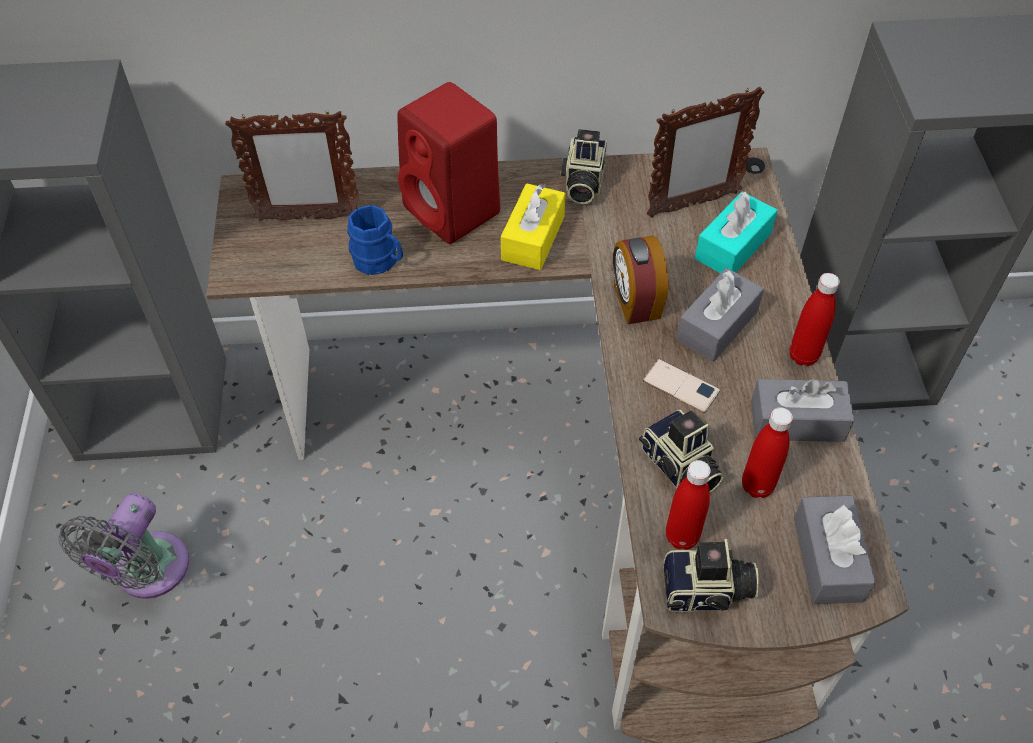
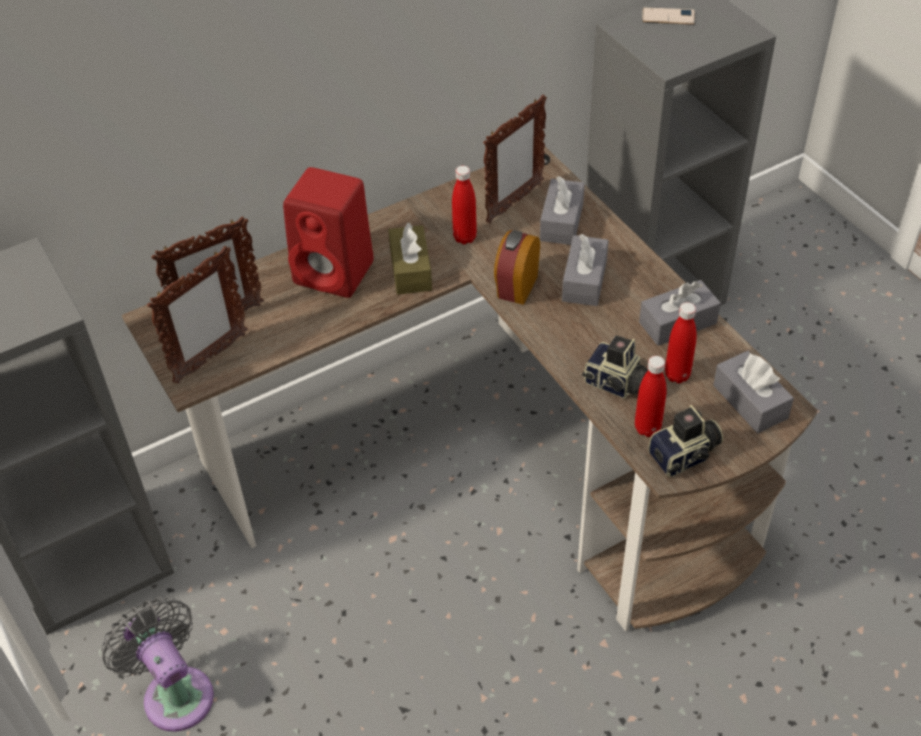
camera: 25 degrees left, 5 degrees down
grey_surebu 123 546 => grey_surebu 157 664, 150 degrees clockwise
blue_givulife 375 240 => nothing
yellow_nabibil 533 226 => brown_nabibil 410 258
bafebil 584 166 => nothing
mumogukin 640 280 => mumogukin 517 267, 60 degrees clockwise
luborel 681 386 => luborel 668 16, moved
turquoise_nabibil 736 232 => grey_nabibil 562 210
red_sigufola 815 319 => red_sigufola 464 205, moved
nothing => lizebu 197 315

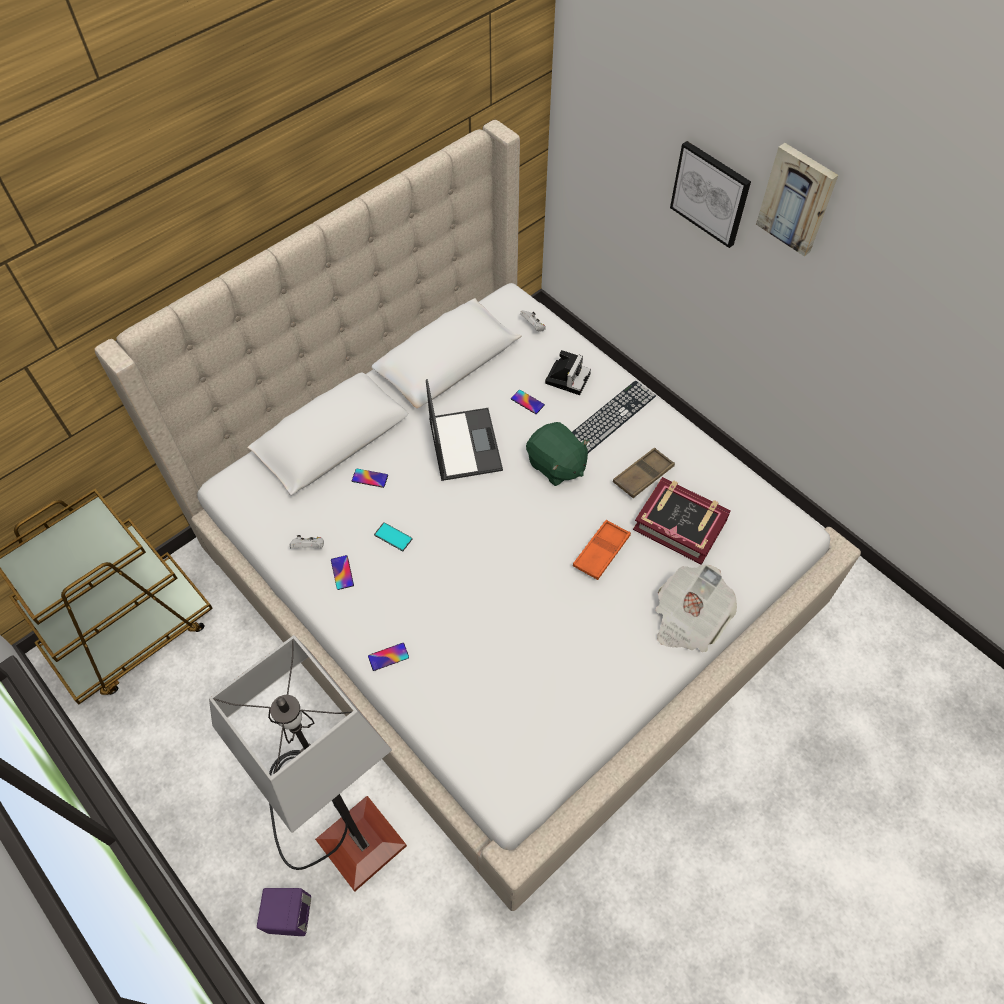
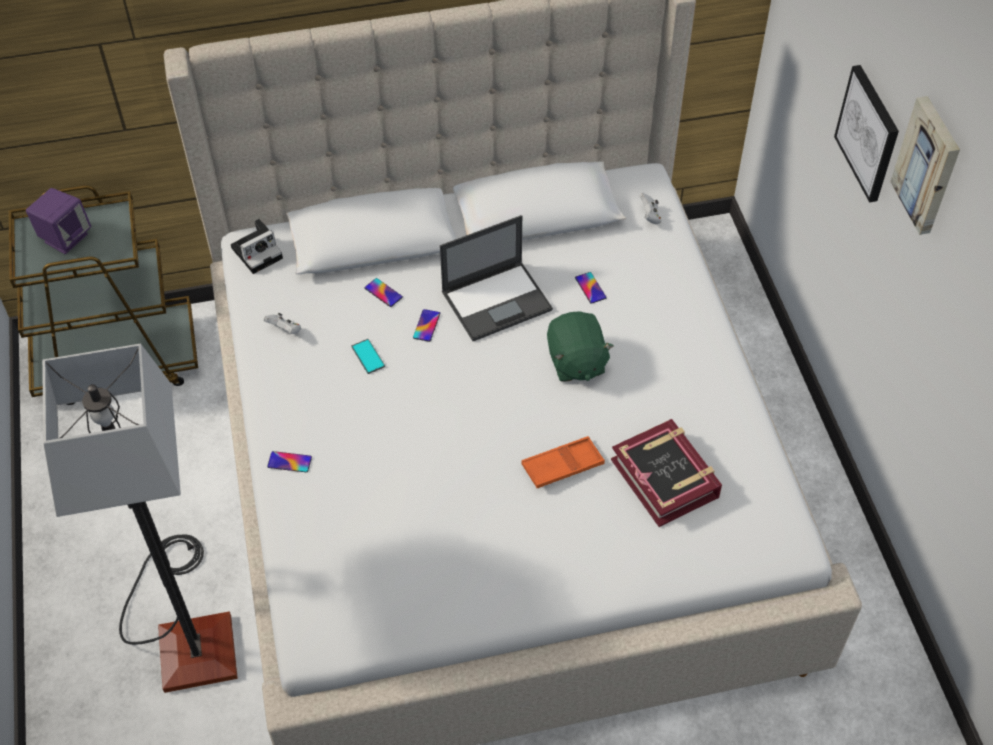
camera: 30 degrees right, 5 degrees down
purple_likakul 284 912 => purple_likakul 58 221, moved
luborel 342 572 => luborel 426 325, moved
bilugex 464 430 => bilugex 496 278, 45 degrees clockwise
bafebil 568 372 => bafebil 257 246, moved
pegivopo 614 416 => nothing
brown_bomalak 644 473 => nothing
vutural 696 608 => nothing

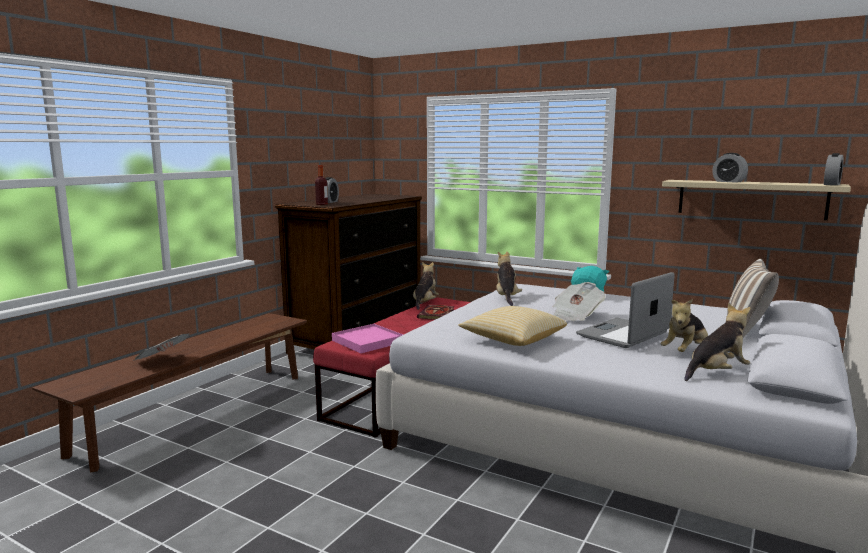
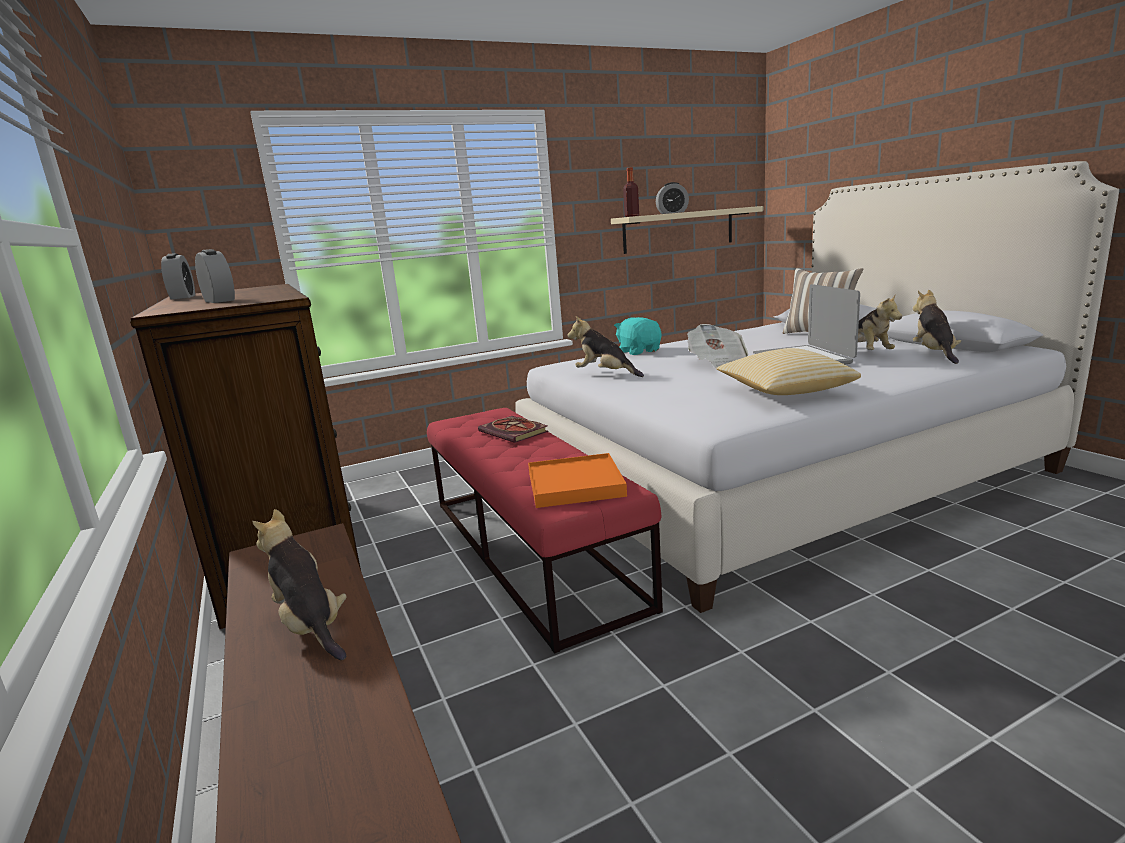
camera: 55 degrees left, 5 degrees up
vutural 162 346 => nothing
sigufola 321 185 => sigufola 631 192, moved
pink_bomalak 367 338 => orange_bomalak 577 480
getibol 426 286 => getibol 299 584, moved
mumogukin 833 169 => mumogukin 178 276, moved

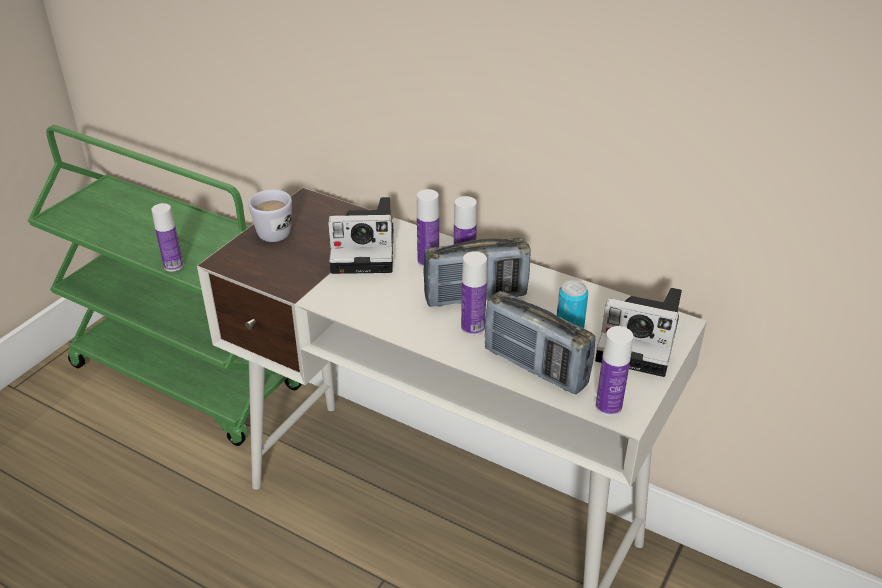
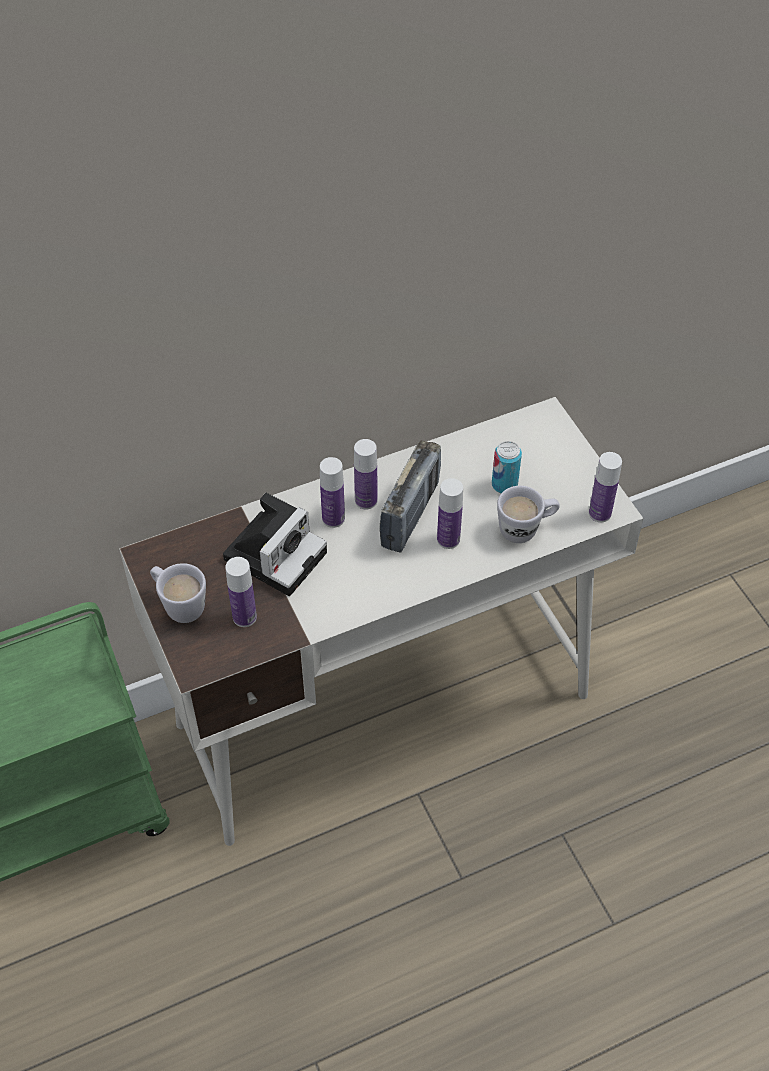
camera: 55 degrees left, 15 degrees up
sigufola 167 237 => sigufola 241 592, moved
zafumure 540 342 => white_givulife 528 514
bafebil 638 332 => nothing

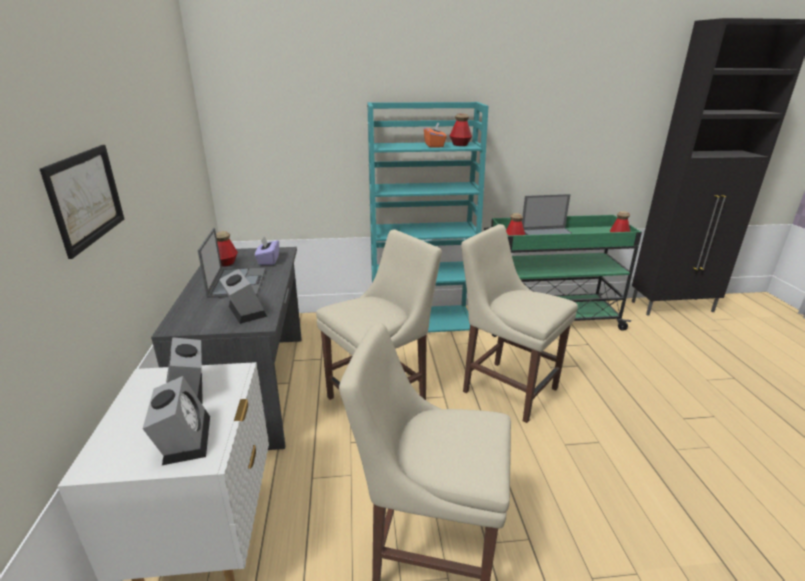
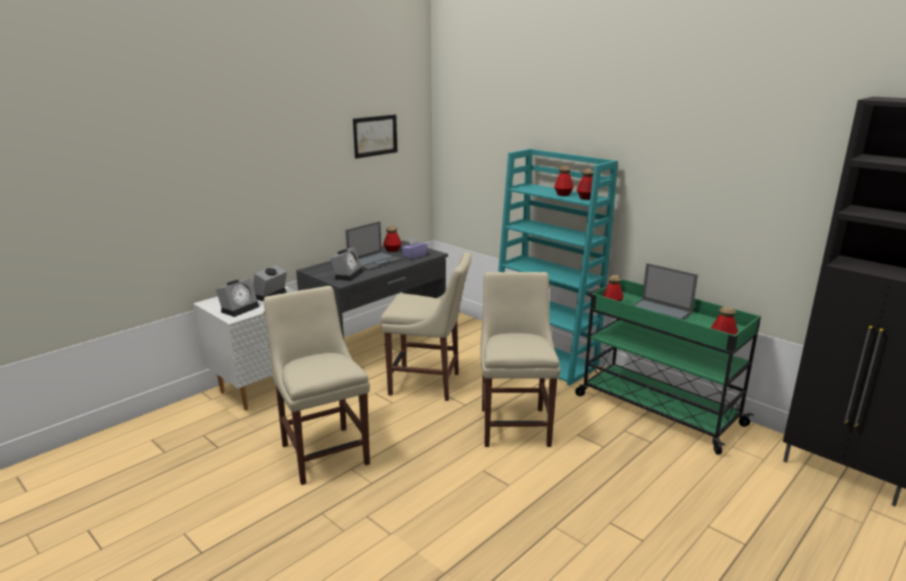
camera: 50 degrees right, 5 degrees down
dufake 82 202 => dufake 375 136, moved
orange_nabibil 435 135 => sigufola 564 181

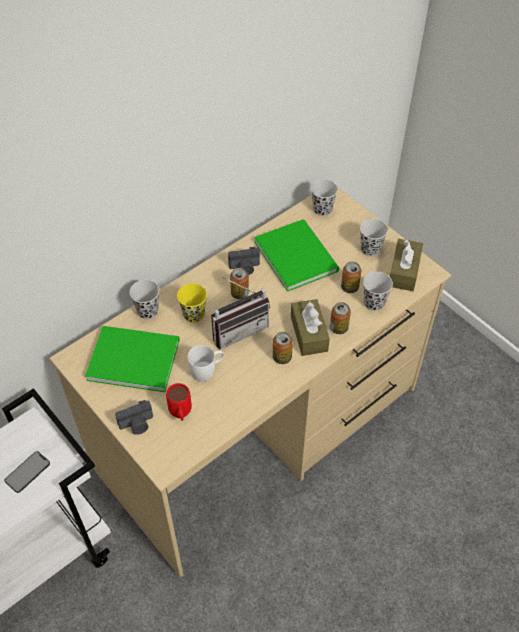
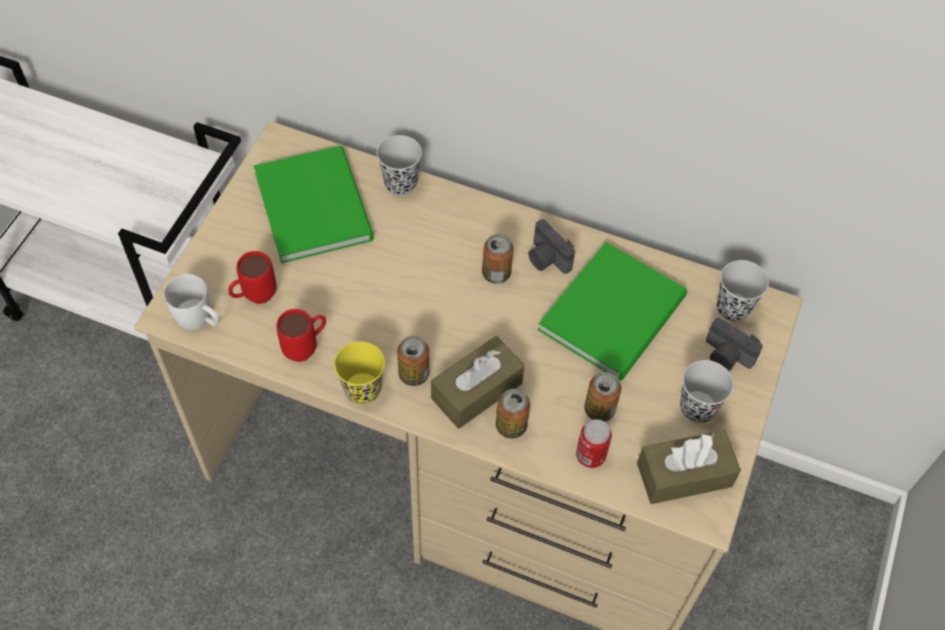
camera: 60 degrees right, 5 degrees up
luborel 27 472 => nothing
bafebil 134 417 => bafebil 734 344, moved
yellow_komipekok 192 303 => yellow_komipekok 359 373, moved
white_givulife 206 363 => white_givulife 192 302, moved
zafumure 240 313 => nothing
black_komipekok 378 291 => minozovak 594 443
nothing => red_givulife 301 335

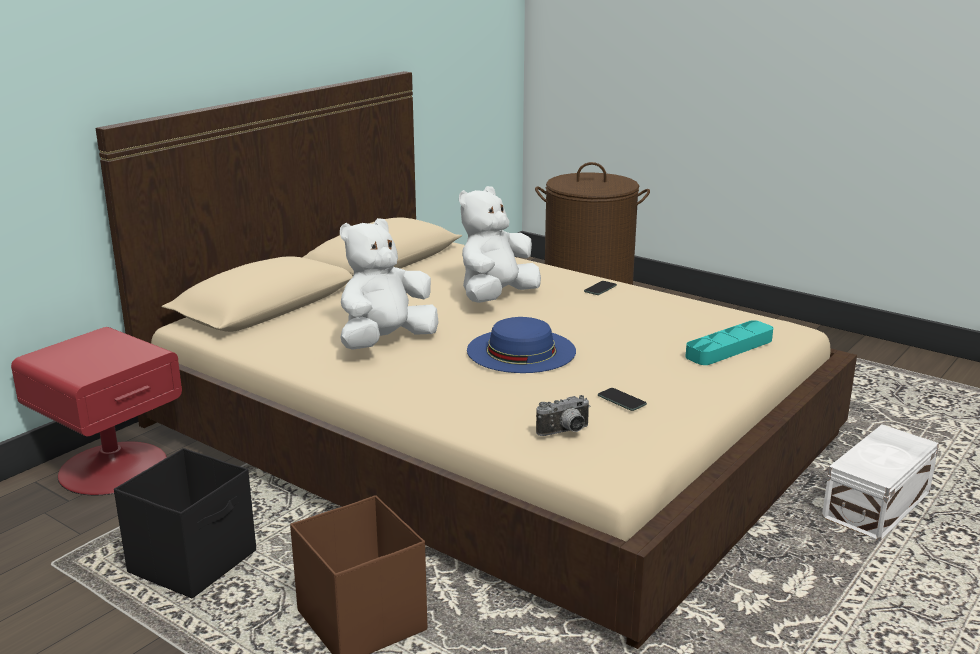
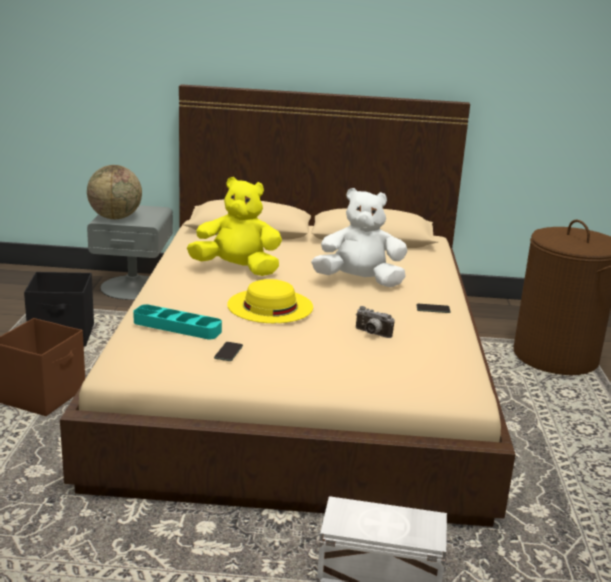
camera: 55 degrees right, 0 degrees up
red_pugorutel 96 411 => grey_pugorutel 130 252
white_getibol 389 284 => yellow_getibol 234 226
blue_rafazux 521 345 => yellow_rafazux 270 301
bafebil 563 415 => bafebil 375 322, moved
turquoise_bomalak 729 342 => turquoise_bomalak 177 322, moved
nothing => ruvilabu 114 192

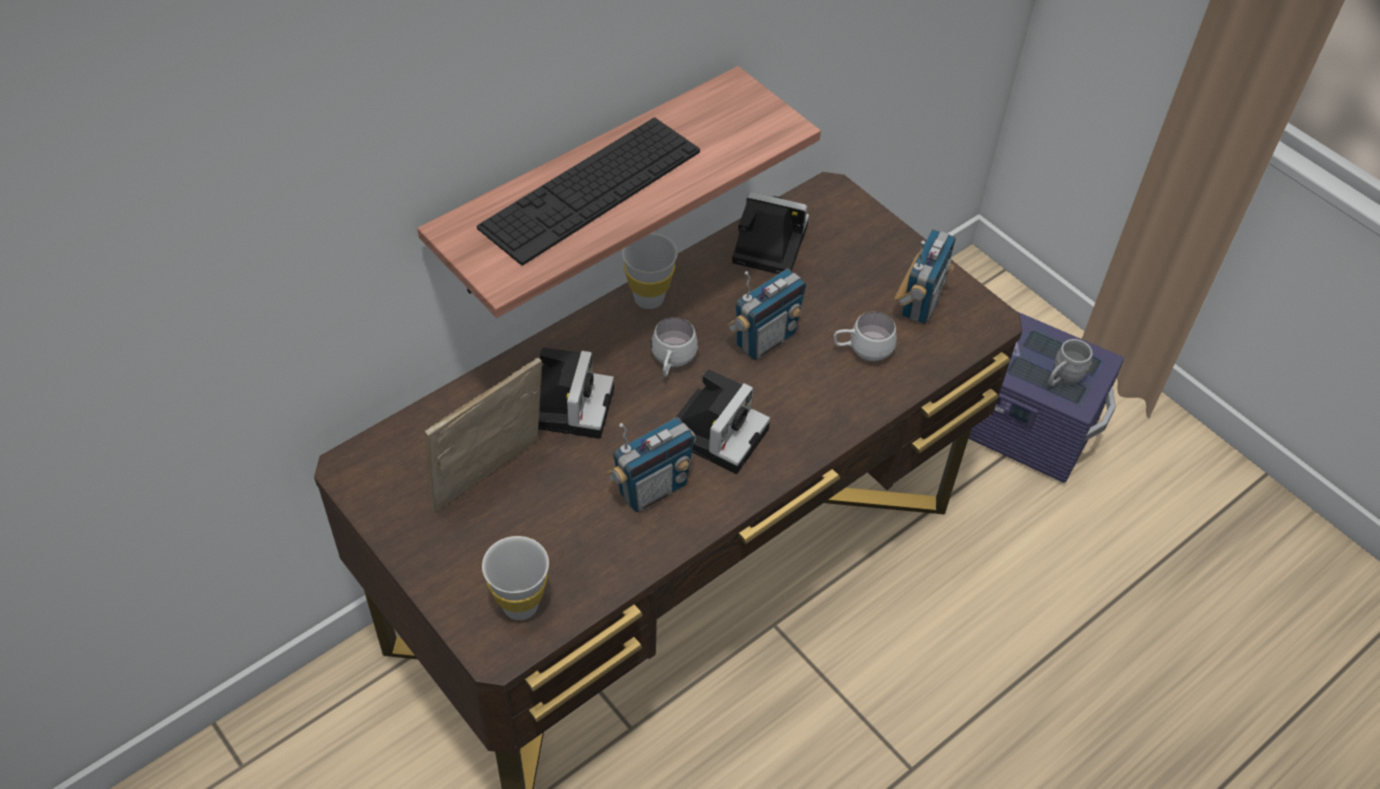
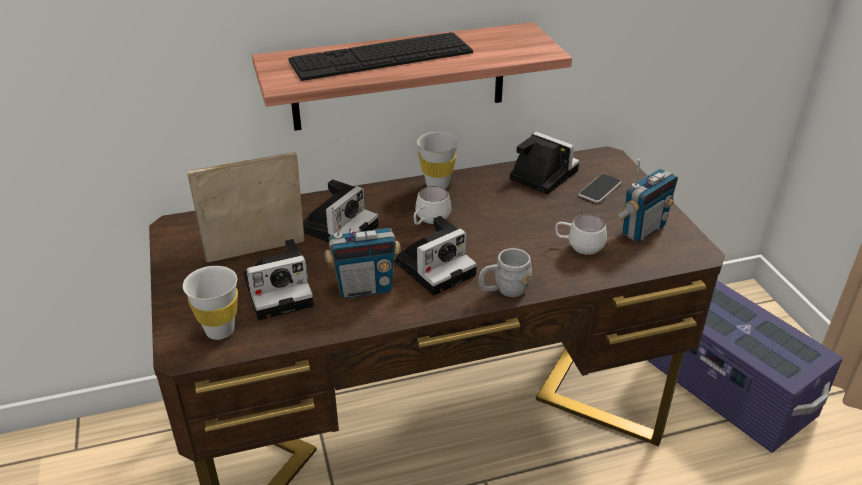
camera: 25 degrees right, 15 degrees down
zafumure 766 314 => nothing
grey_givulife 1070 362 => grey_givulife 505 272, moved
nothing => bafebil 278 279
nothing => luborel 600 188

